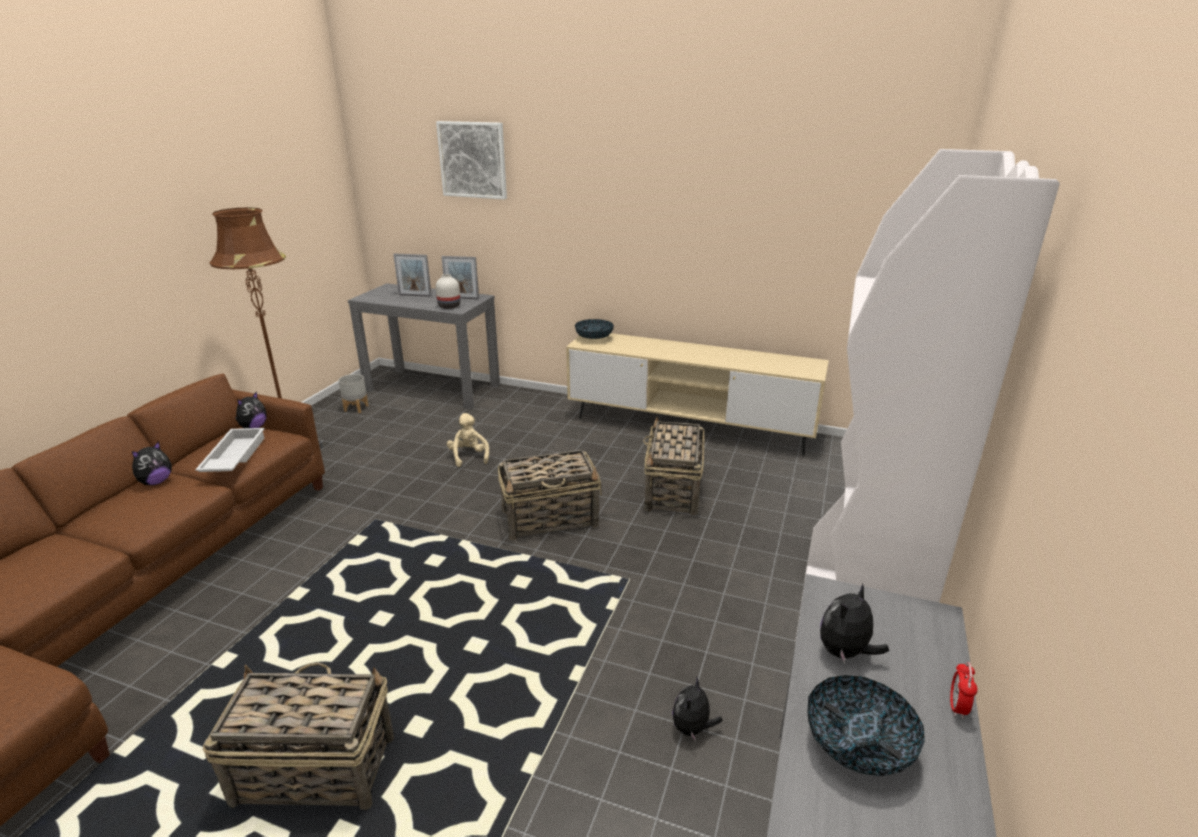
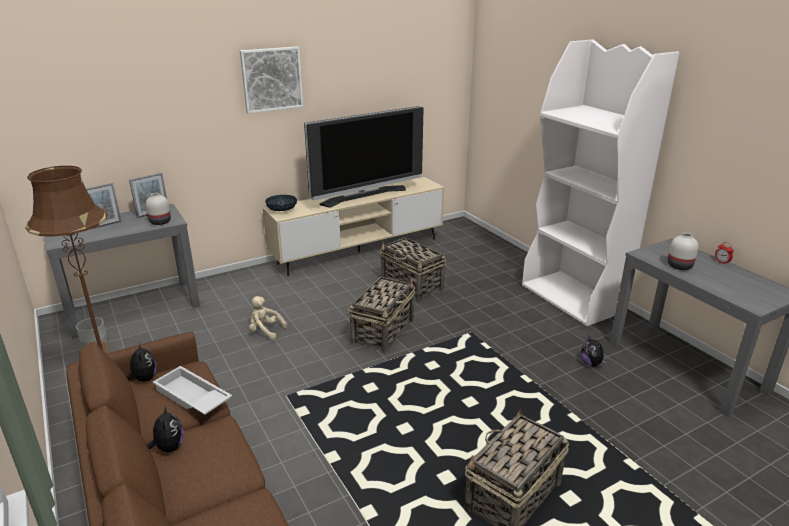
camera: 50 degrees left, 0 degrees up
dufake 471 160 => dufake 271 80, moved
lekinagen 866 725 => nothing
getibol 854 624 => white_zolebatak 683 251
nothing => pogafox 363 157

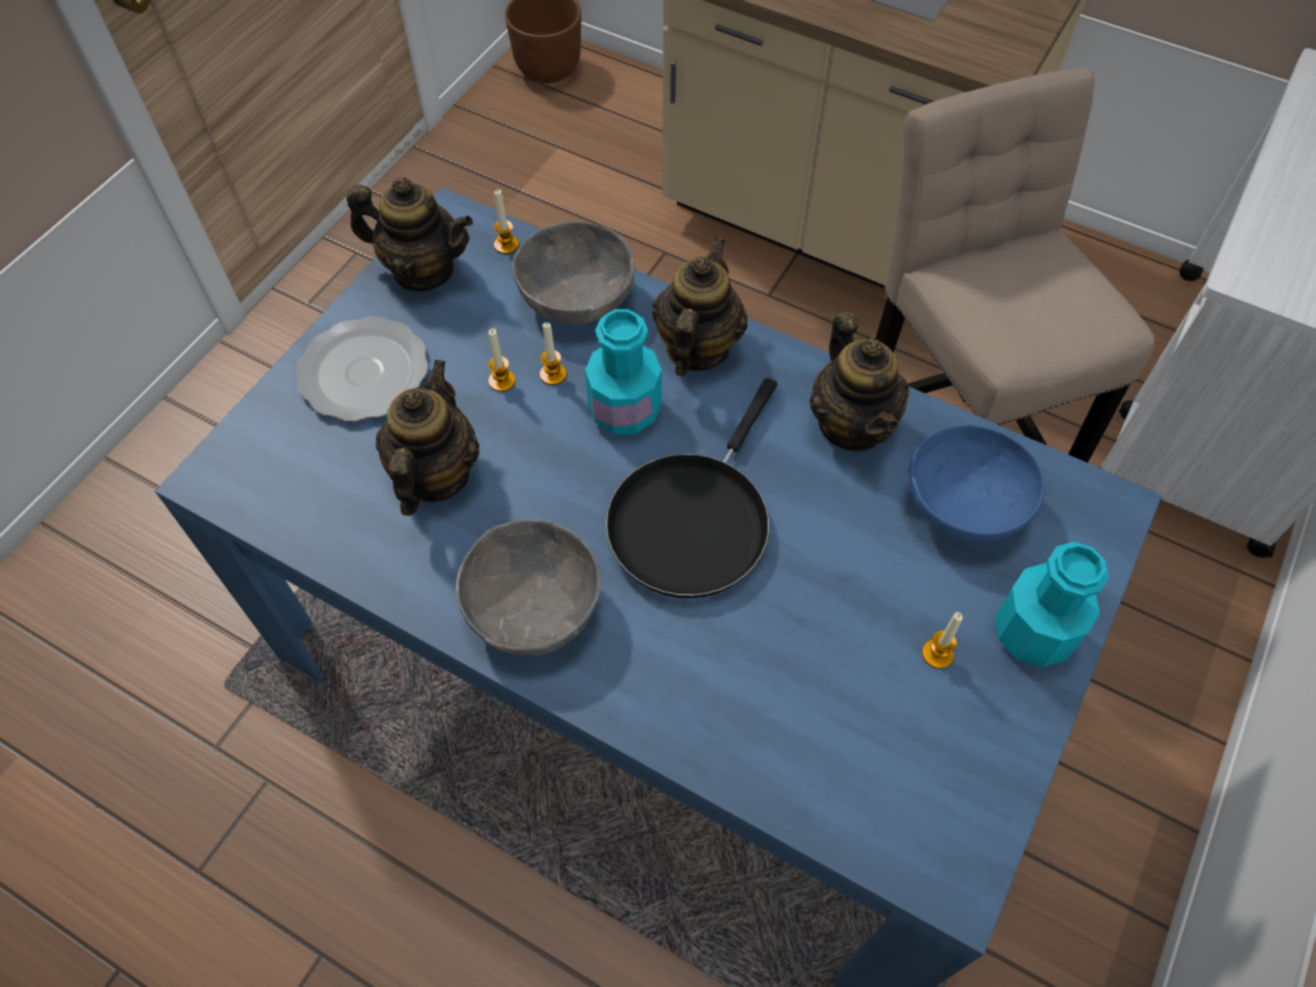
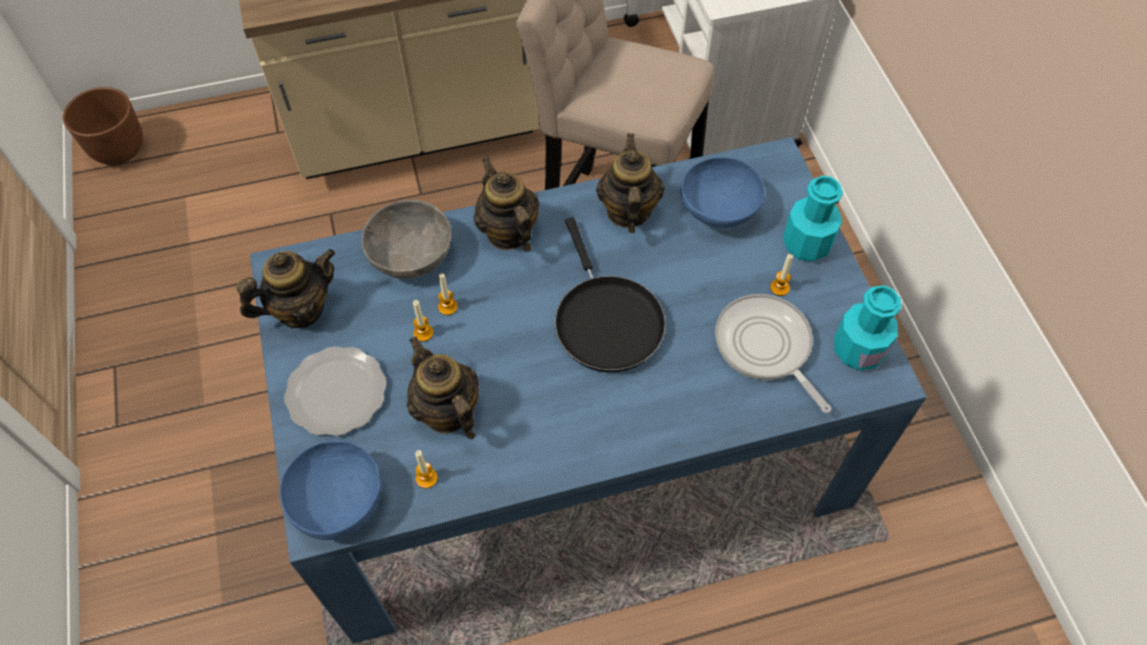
camera: 45 degrees left, 0 degrees up
grey_lekinagen 528 587 => nothing
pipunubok 506 221 => pipunubok 426 469, moved
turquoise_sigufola 623 371 => turquoise_sigufola 867 327, moved
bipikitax 859 382 => bipikitax 630 183, 120 degrees counterclockwise
nothing => blue_lekinagen 330 490
nothing => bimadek 773 353

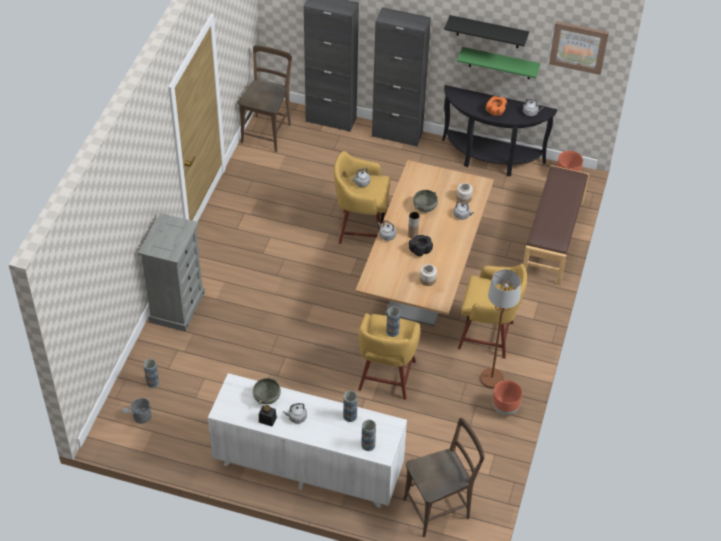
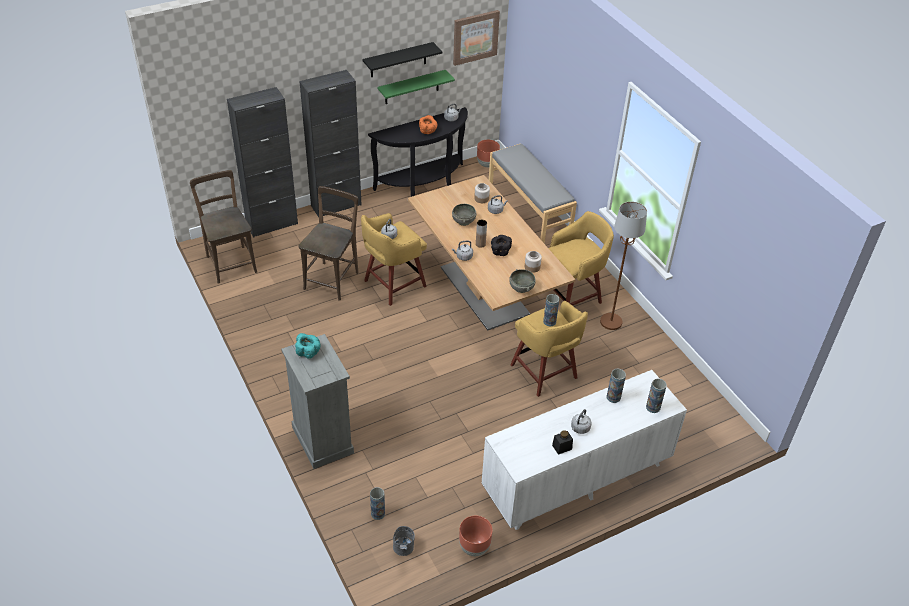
camera: 45 degrees left, 5 degrees down
grey_lekinagen 267 391 => grey_lekinagen 522 281, moved
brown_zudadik 444 477 => brown_zudadik 328 243, moved
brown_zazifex 507 397 => brown_zazifex 476 536, moved
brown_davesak 556 225 => grey_davesak 533 193
nothing => turquoise_lekinagen 308 346

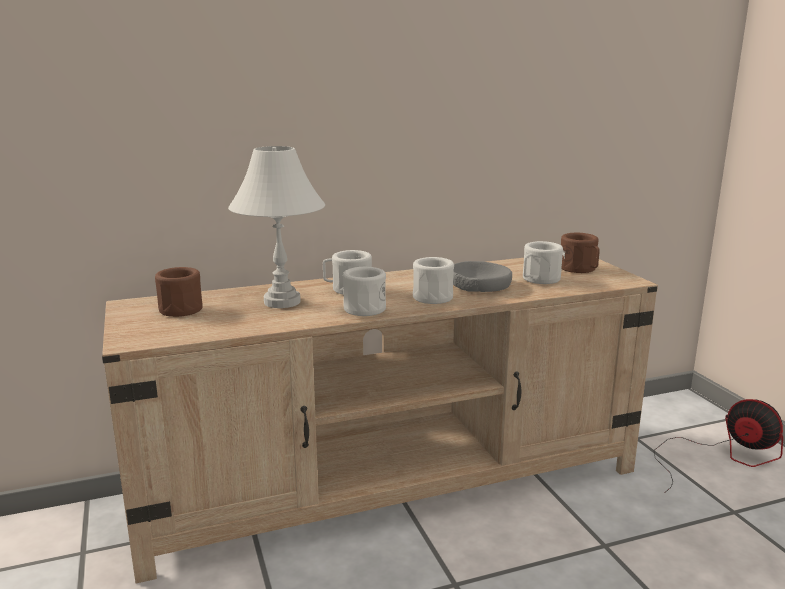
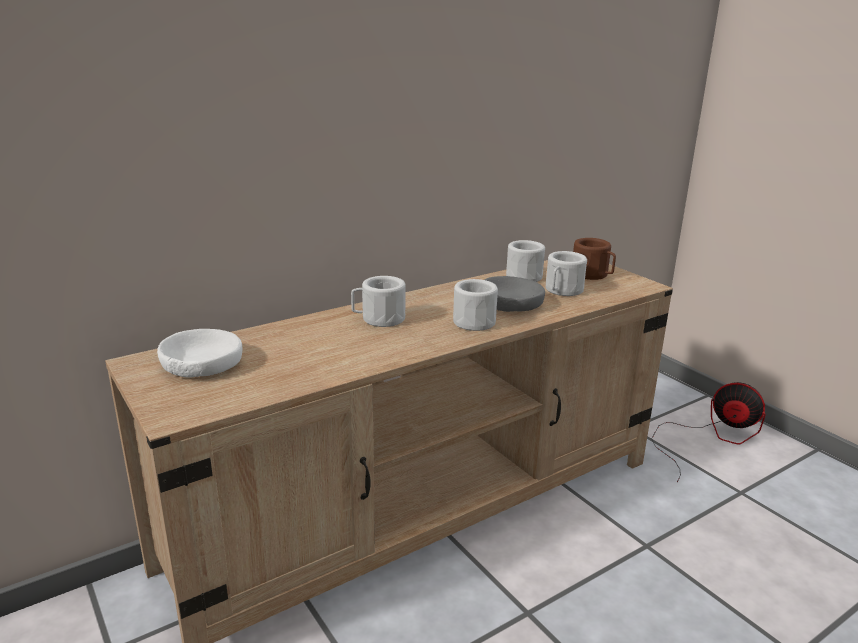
camera: 15 degrees left, 5 degrees up
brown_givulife 179 292 => white_lekinagen 199 353
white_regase 276 227 => nothing
white_givulife 364 291 => white_givulife 525 261, moved

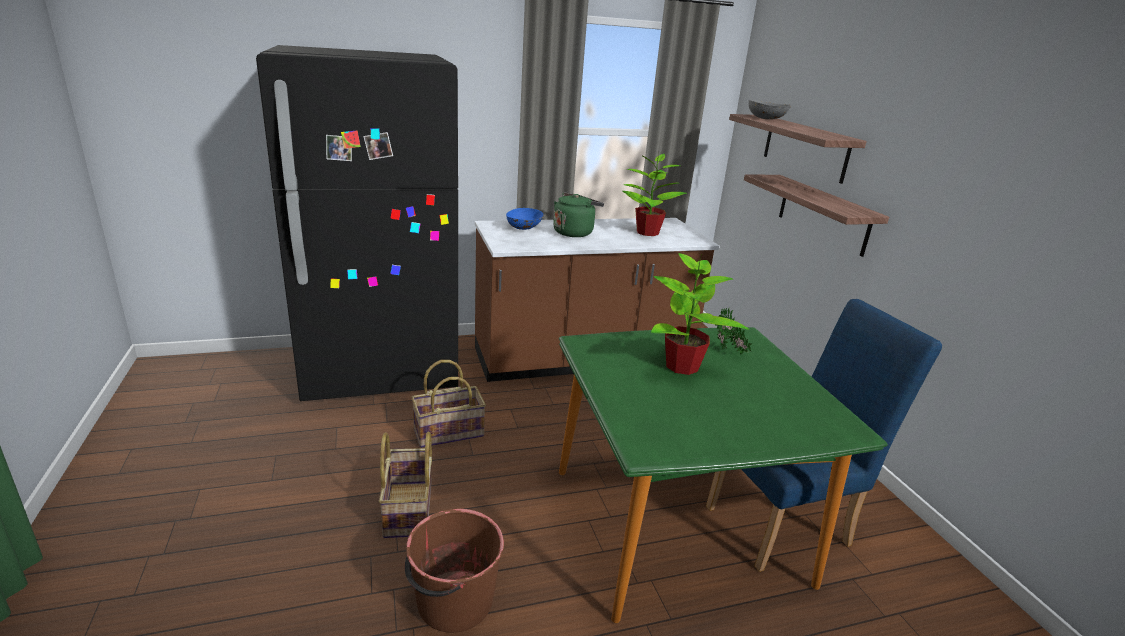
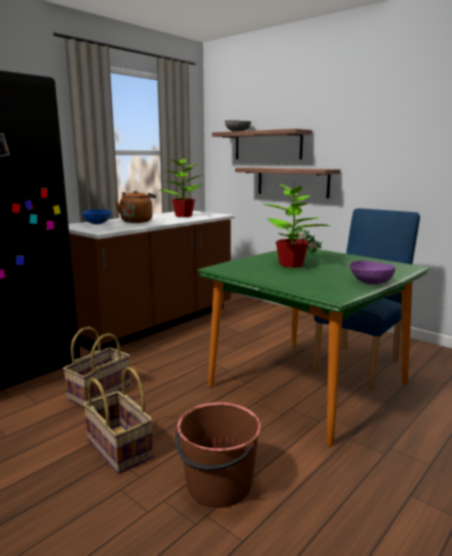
camera: 30 degrees left, 10 degrees down
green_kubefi 578 214 => brown_kubefi 135 206
nothing => purple_lekinagen 372 272

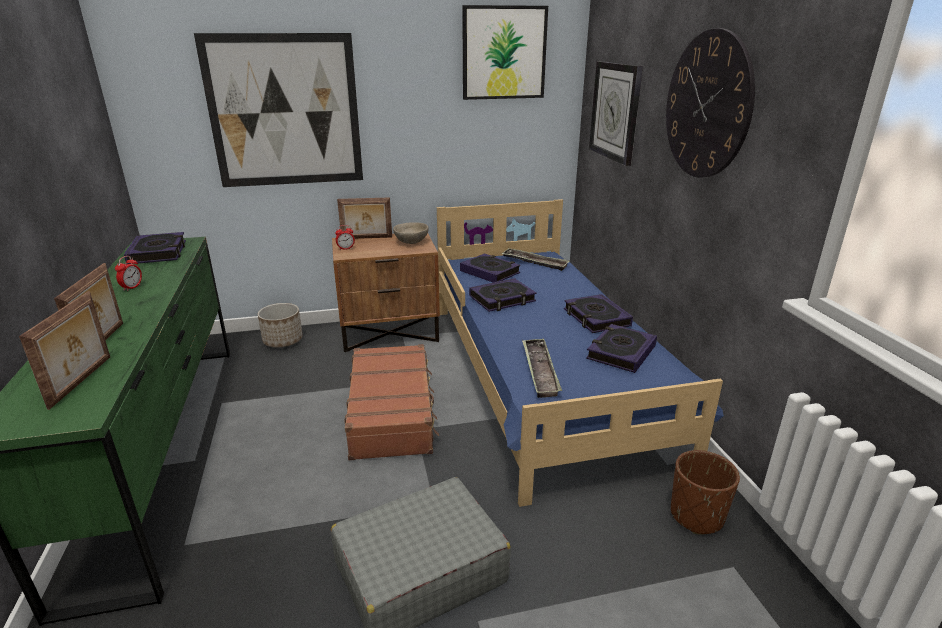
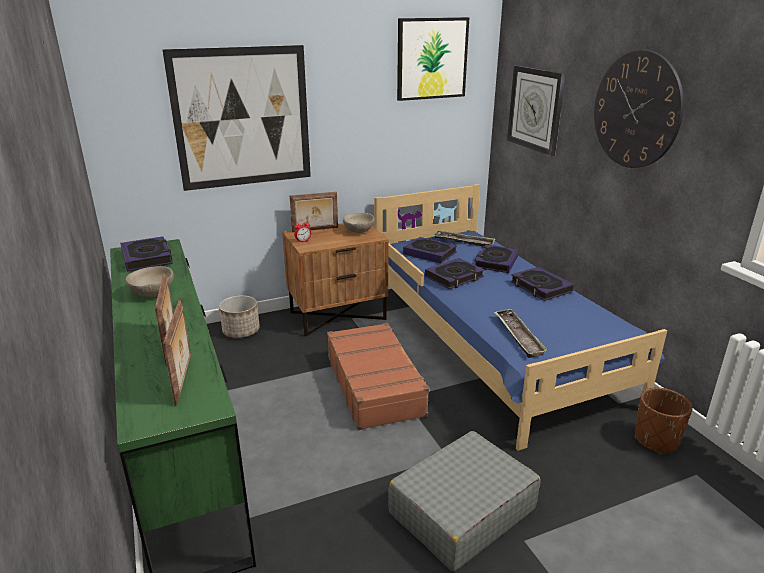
camera: 10 degrees left, 0 degrees up
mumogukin 128 273 => beige_lekinagen 150 281
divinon 621 348 => divinon 496 258, moved

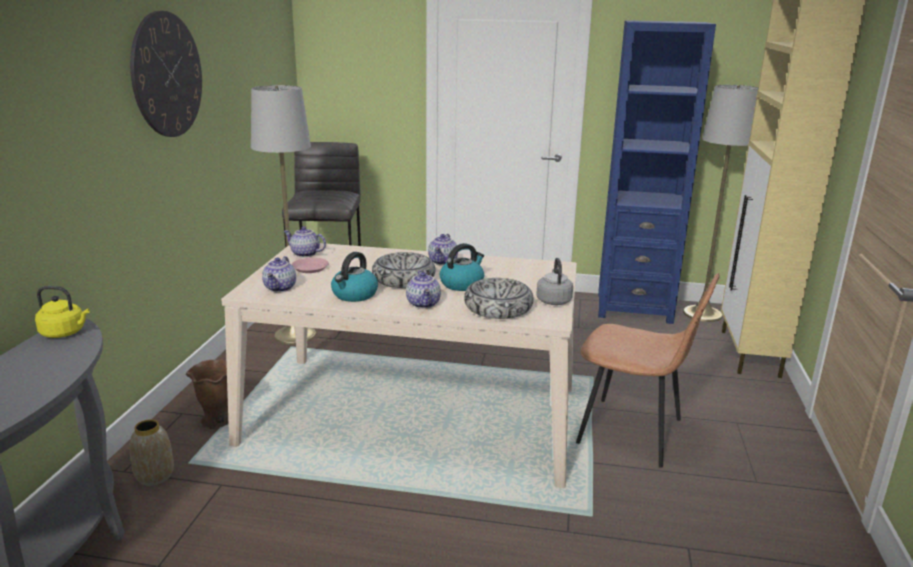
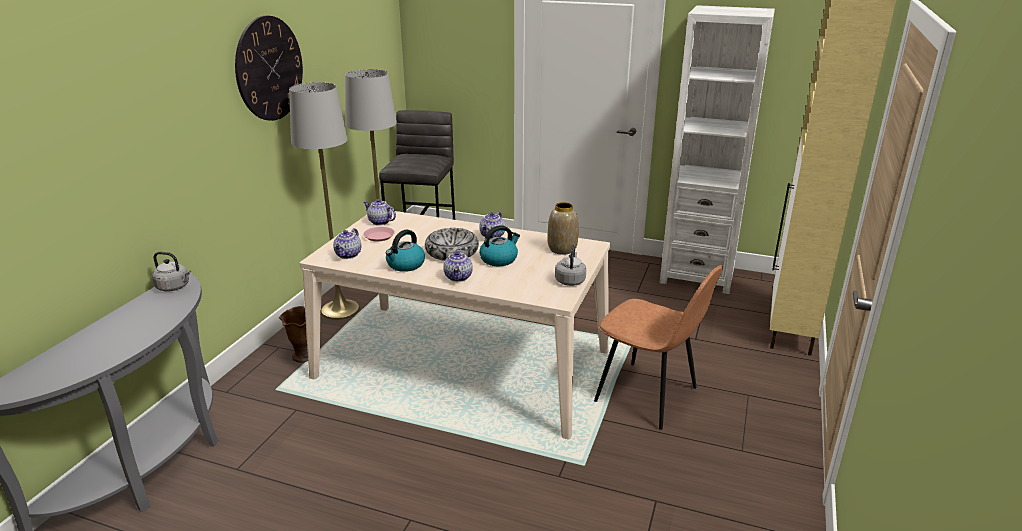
camera: 10 degrees right, 5 degrees up
yellow_kubefi 62 312 => grey_kubefi 171 271
zolebatak 152 452 => zolebatak 563 228, moved
lekinagen 499 298 => nothing
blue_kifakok 657 172 => white_kifakok 717 149
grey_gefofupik 720 203 => grey_gefofupik 324 201, moved

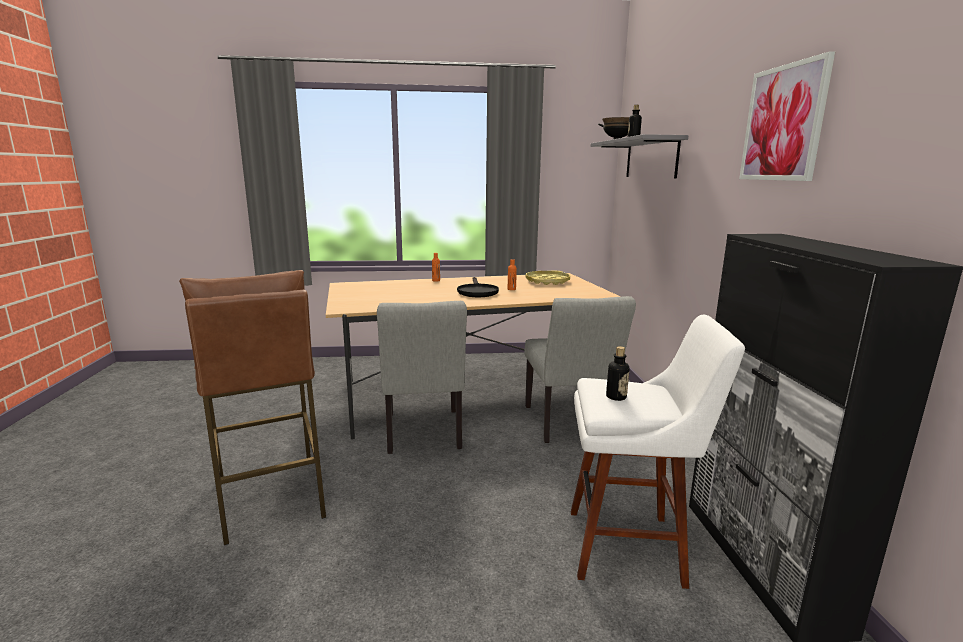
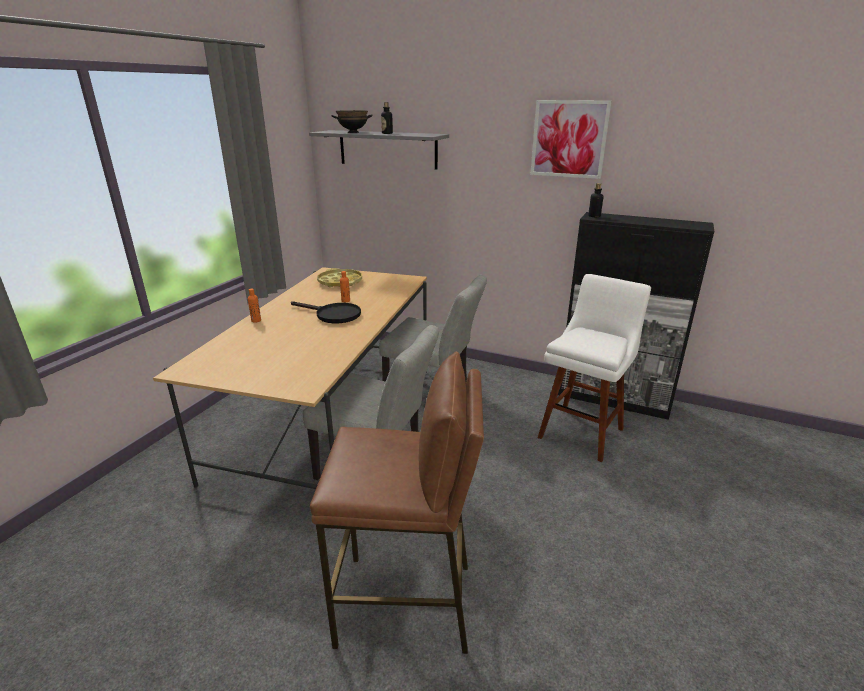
camera: 60 degrees left, 10 degrees up
sigufola 618 373 => sigufola 596 200, moved

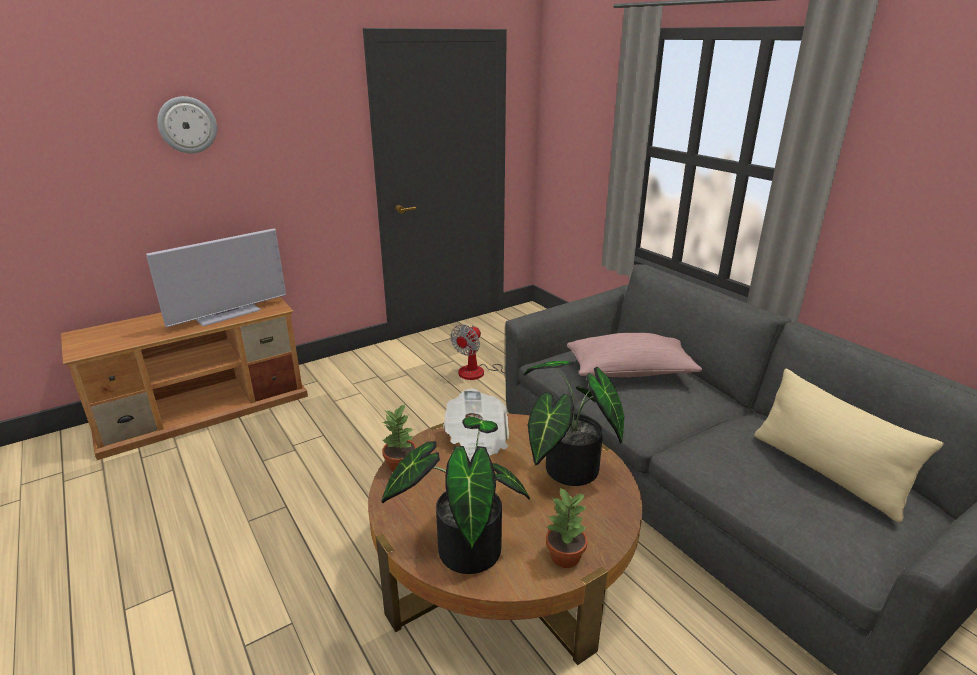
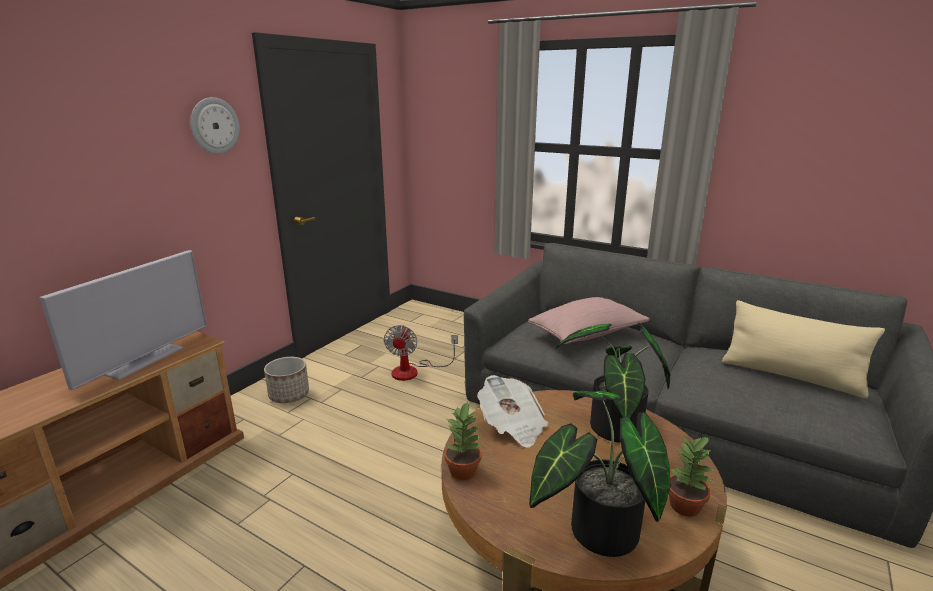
camera: 25 degrees left, 5 degrees down
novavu 187 124 => novavu 215 125, moved
nothing => zazifex 286 380

